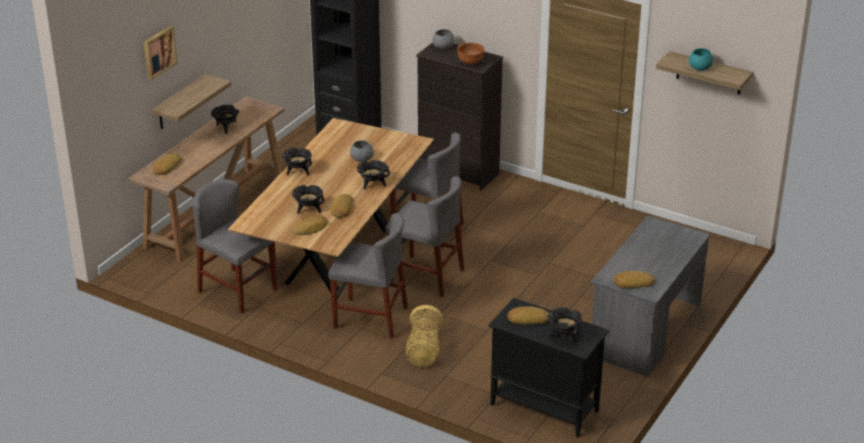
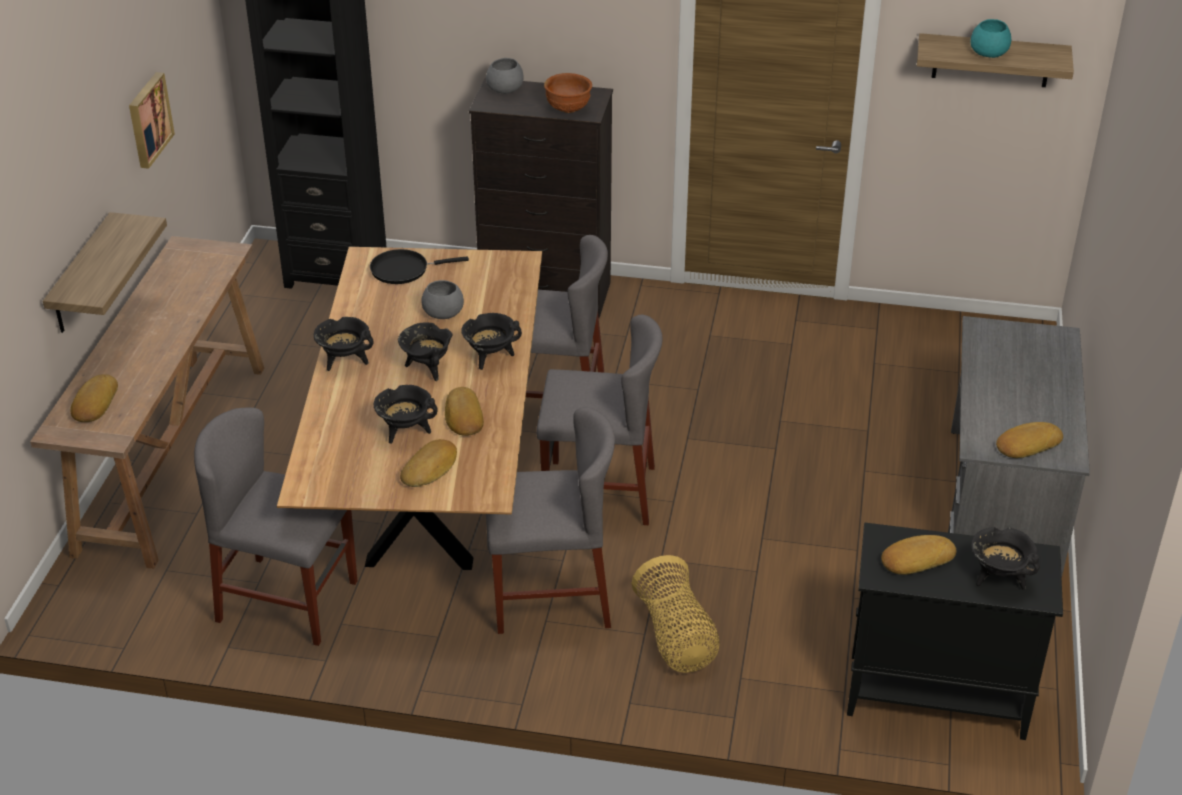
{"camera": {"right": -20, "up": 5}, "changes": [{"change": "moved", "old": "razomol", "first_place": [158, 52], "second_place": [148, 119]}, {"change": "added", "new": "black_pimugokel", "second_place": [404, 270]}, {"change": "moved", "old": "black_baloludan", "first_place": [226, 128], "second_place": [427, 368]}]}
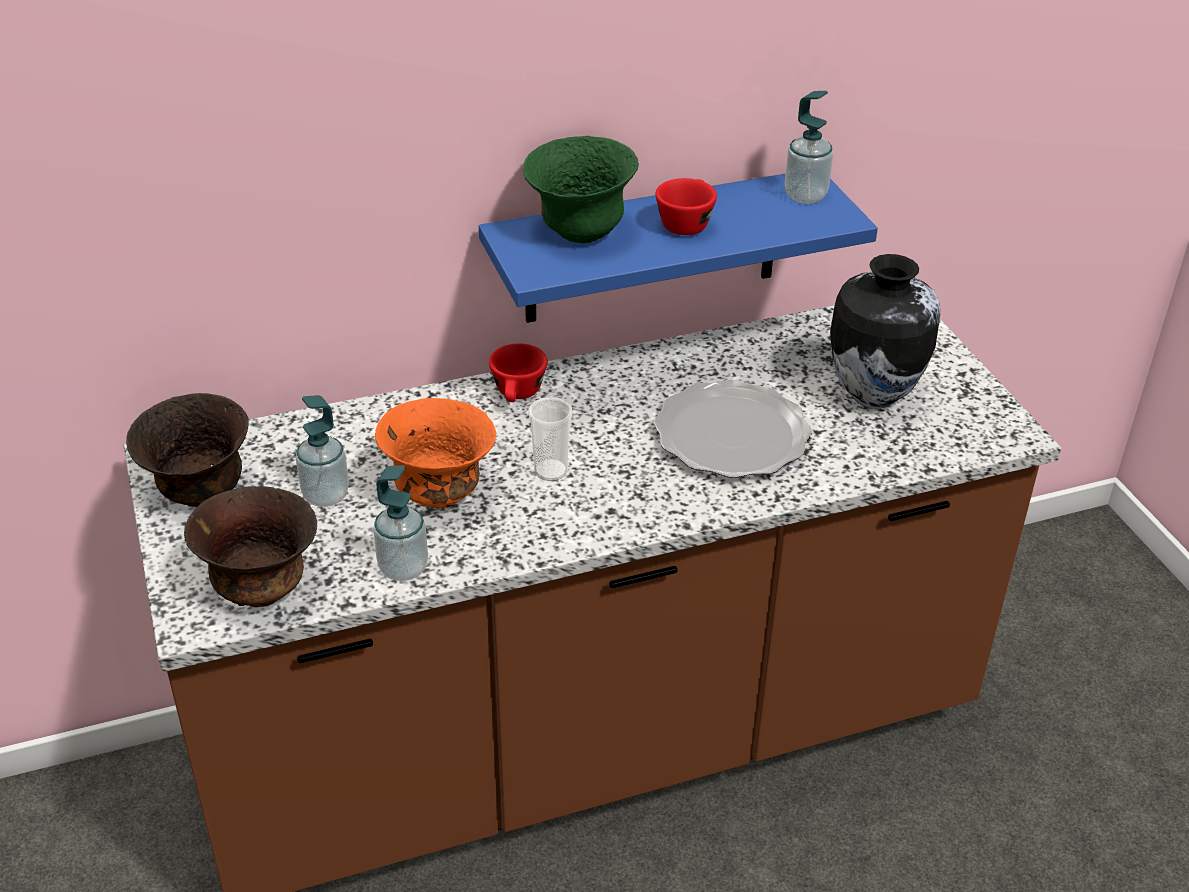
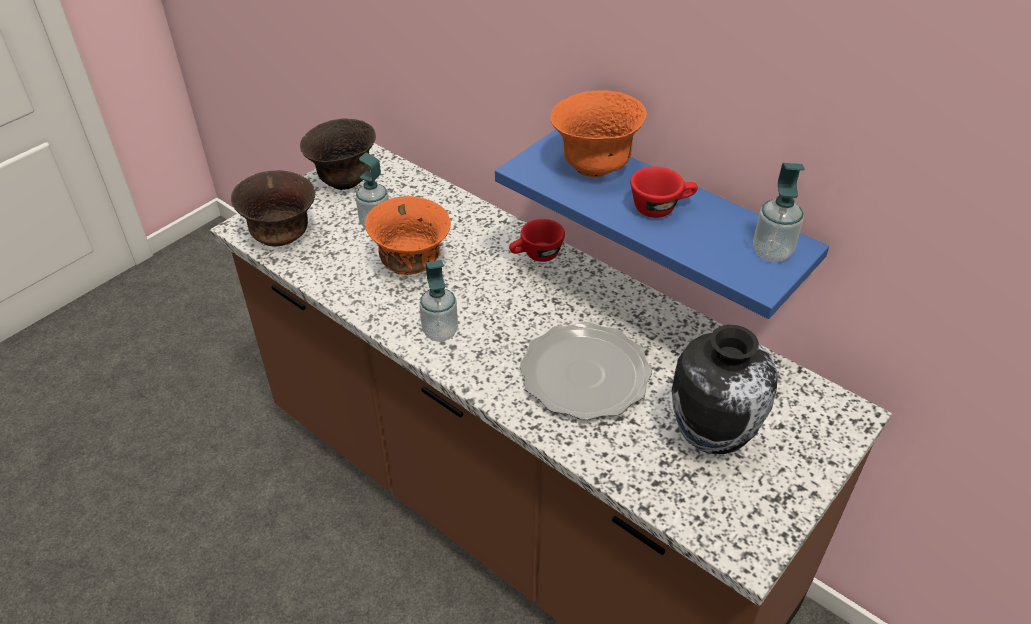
{"camera": {"right": 60, "up": 5}, "changes": [{"change": "moved", "old": "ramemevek", "first_place": [403, 568], "second_place": [440, 332]}, {"change": "recoloured", "old": "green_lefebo", "new": "orange_lefebo", "first_place": [580, 232], "second_place": [594, 167]}, {"change": "removed", "old": "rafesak", "first_place": [550, 471]}]}
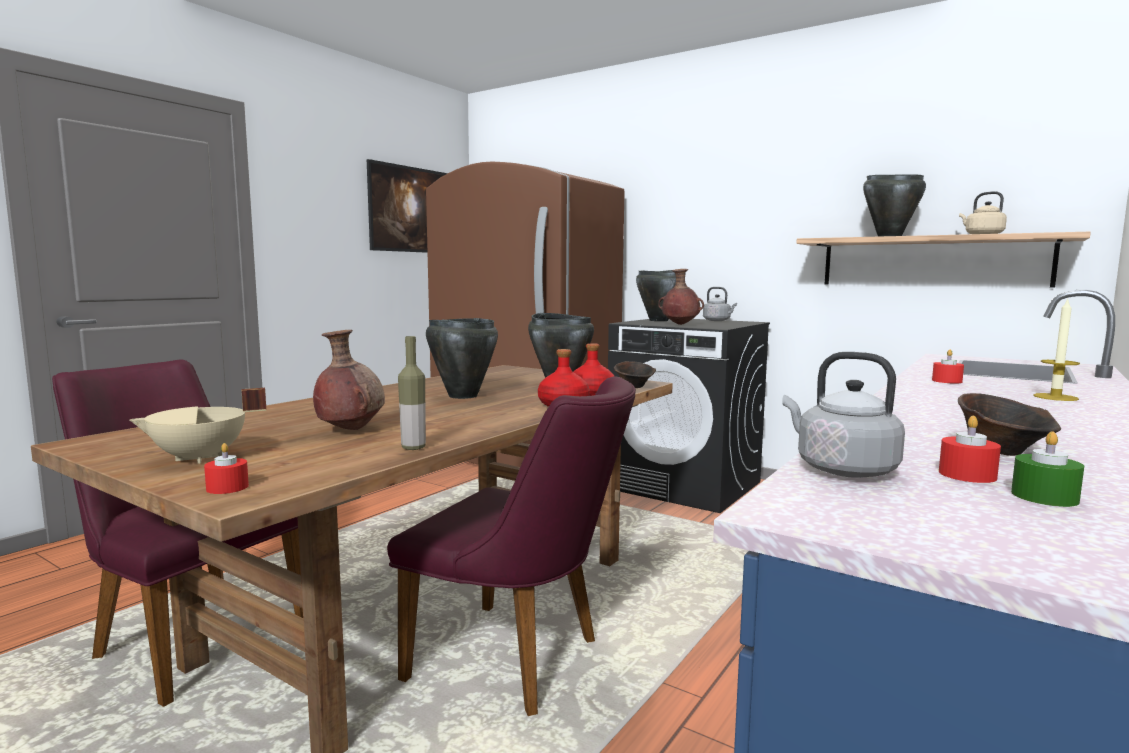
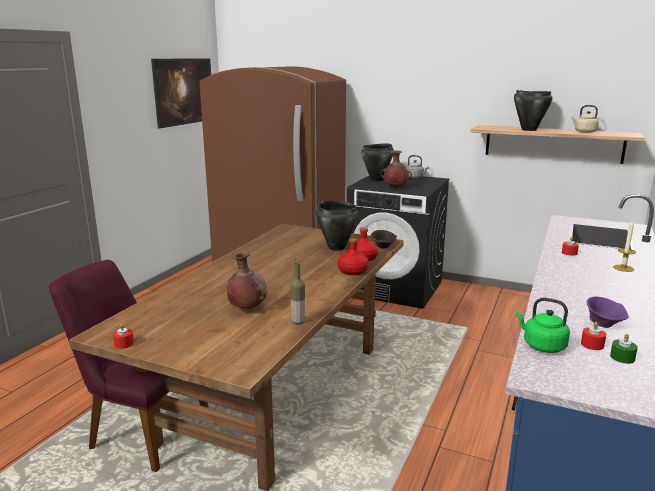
{"camera": {"right": -10, "up": 10}, "changes": [{"change": "moved", "old": "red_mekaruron", "first_place": [227, 487], "second_place": [124, 344]}, {"change": "recoloured", "old": "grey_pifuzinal", "new": "green_pifuzinal", "first_place": [841, 469], "second_place": [542, 346]}, {"change": "recoloured", "old": "brown_lefebo", "new": "purple_lefebo", "first_place": [1002, 452], "second_place": [603, 324]}, {"change": "removed", "old": "beige_baloludan", "first_place": [200, 458]}, {"change": "removed", "old": "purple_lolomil", "first_place": [520, 663]}, {"change": "removed", "old": "black_baloludan", "first_place": [462, 396]}]}
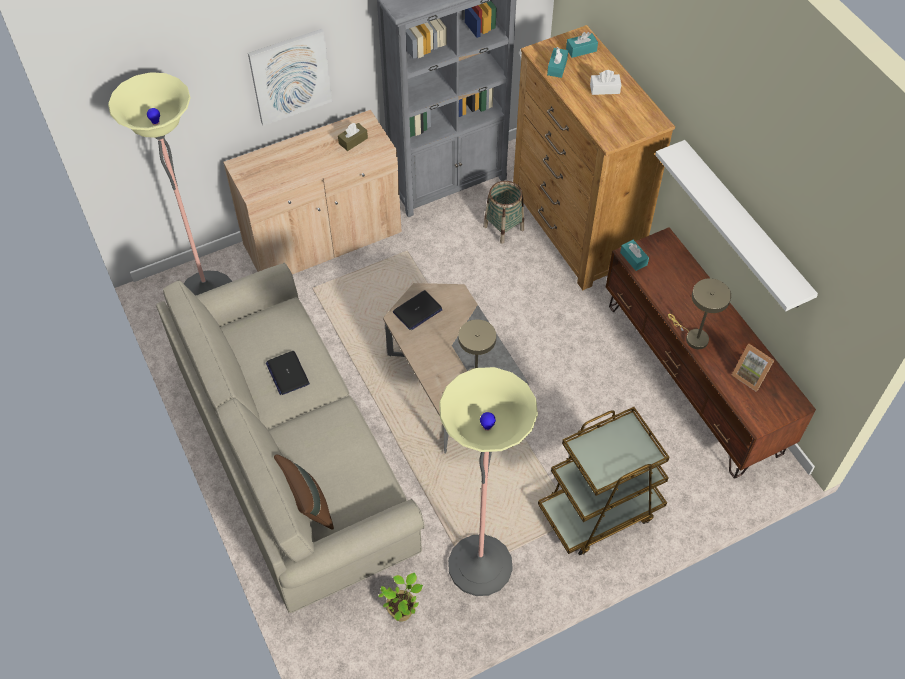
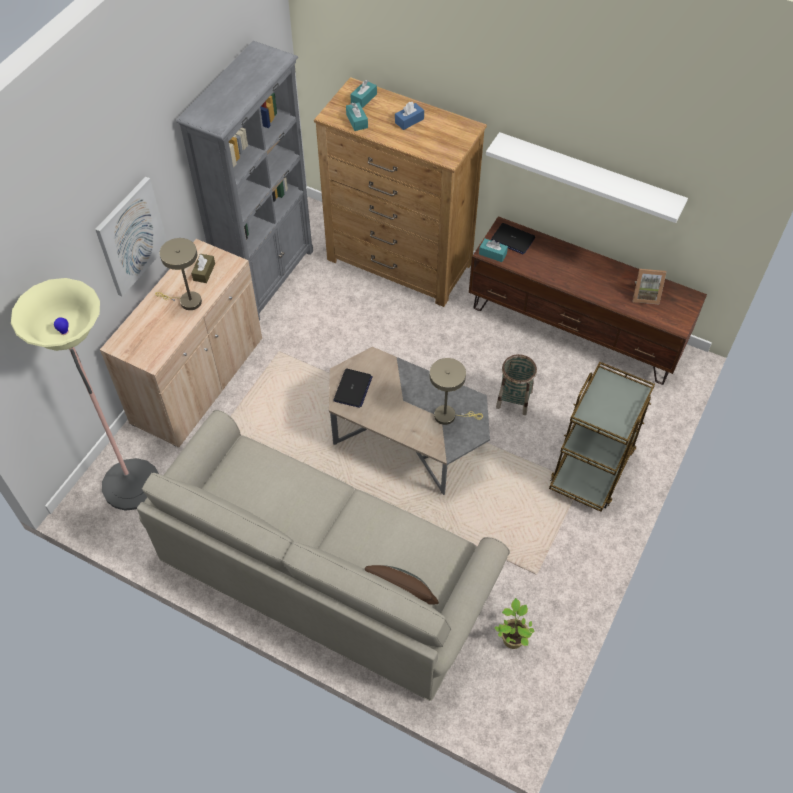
{"camera": {"right": -35, "up": 0}, "changes": [{"change": "moved", "old": "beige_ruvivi", "first_place": [693, 337], "second_place": [186, 301]}, {"change": "recoloured", "old": "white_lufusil", "new": "blue_lufusil", "first_place": [604, 89], "second_place": [409, 121]}, {"change": "moved", "old": "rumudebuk", "first_place": [287, 373], "second_place": [512, 239]}, {"change": "moved", "old": "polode", "first_place": [503, 228], "second_place": [514, 399]}, {"change": "removed", "old": "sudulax", "first_place": [480, 565]}]}
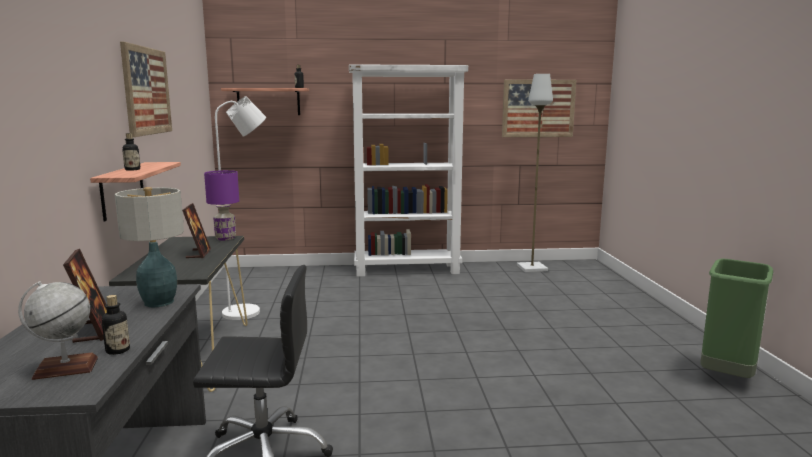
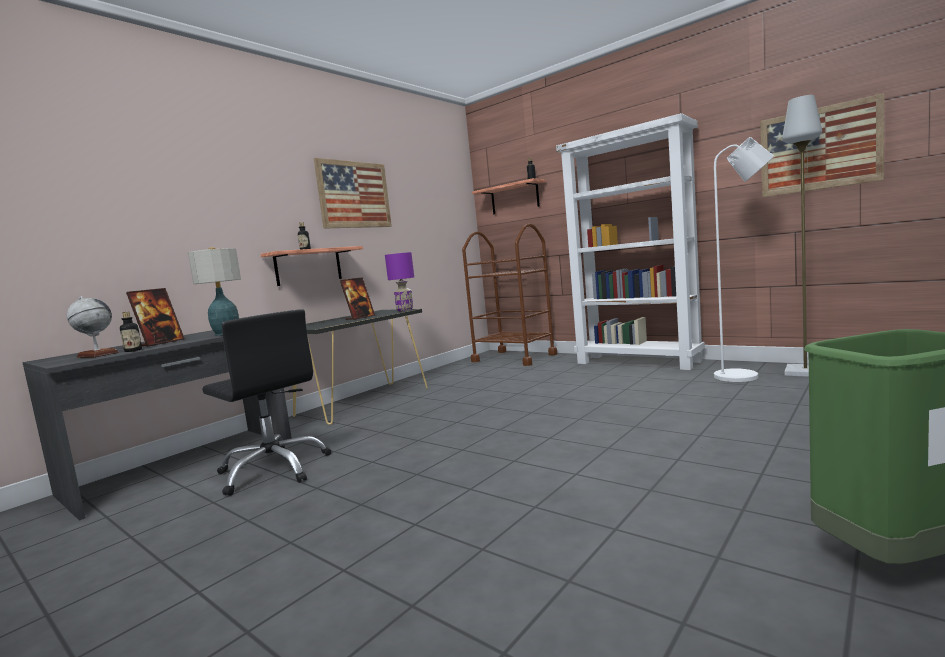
{"camera": {"right": 45, "up": -5}, "changes": [{"change": "added", "new": "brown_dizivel", "second_place": [514, 358]}, {"change": "moved", "old": "white_sudulax", "first_place": [248, 312], "second_place": [744, 376]}]}
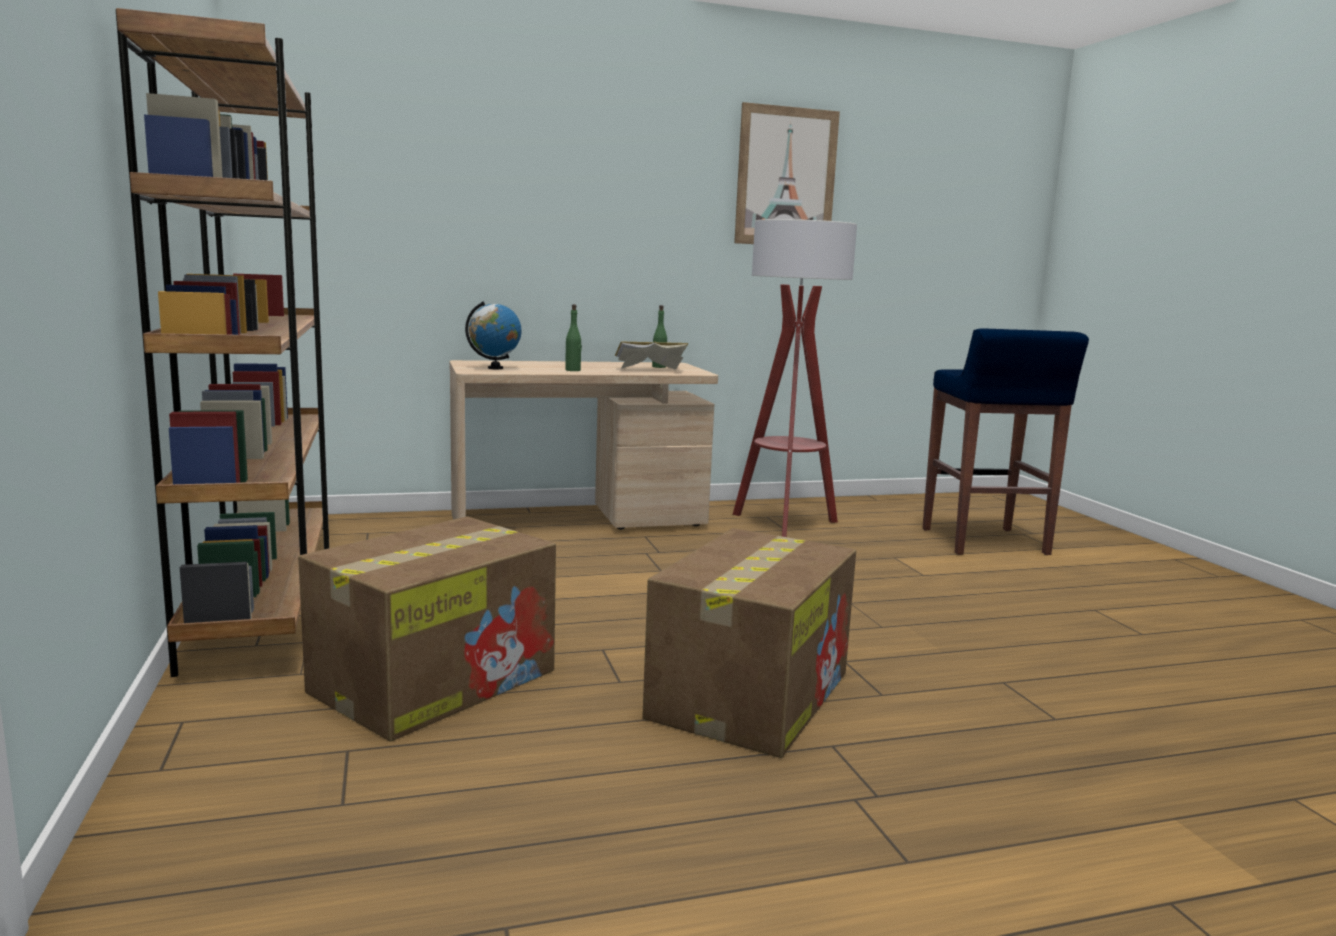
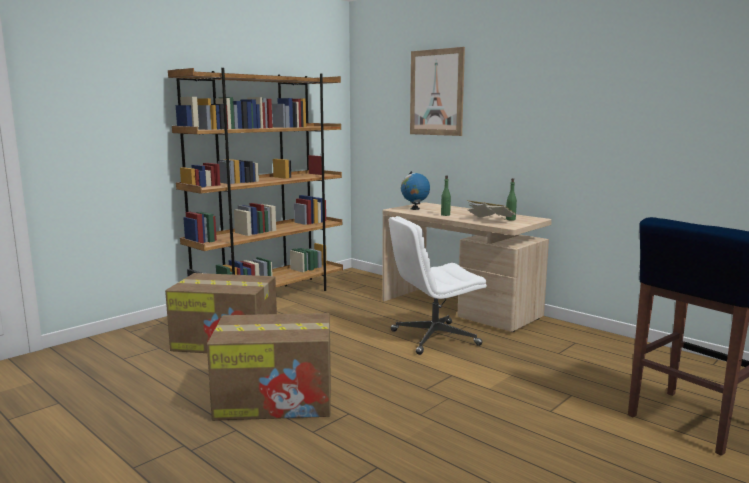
{"camera": {"right": 60, "up": 0}, "changes": [{"change": "added", "new": "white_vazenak", "second_place": [433, 338]}, {"change": "moved", "old": "razomol", "first_place": [786, 177], "second_place": [436, 92]}, {"change": "removed", "old": "sudulax", "first_place": [784, 526]}]}
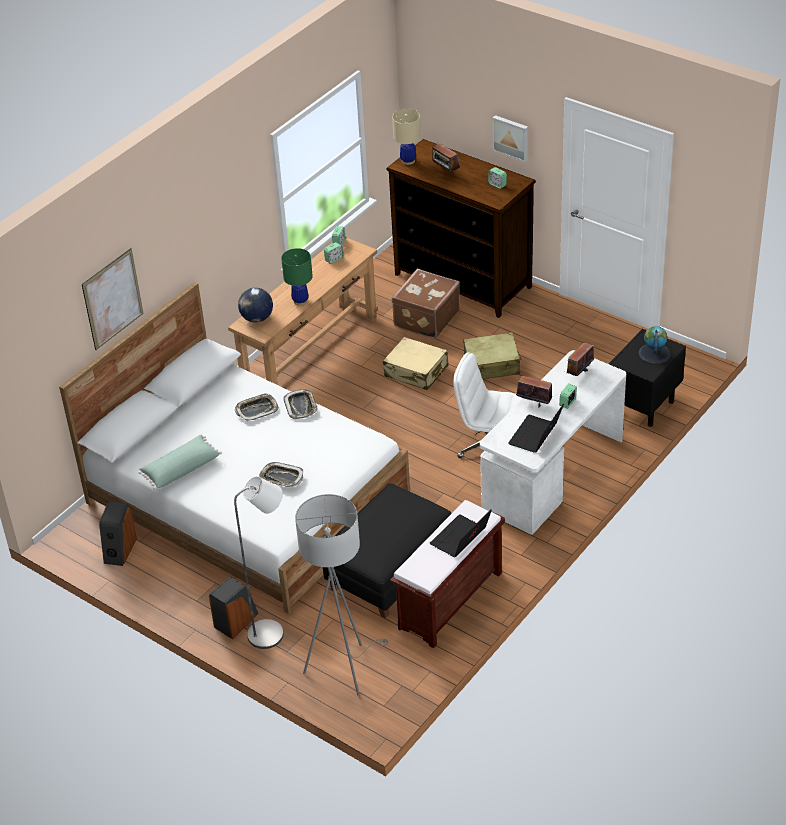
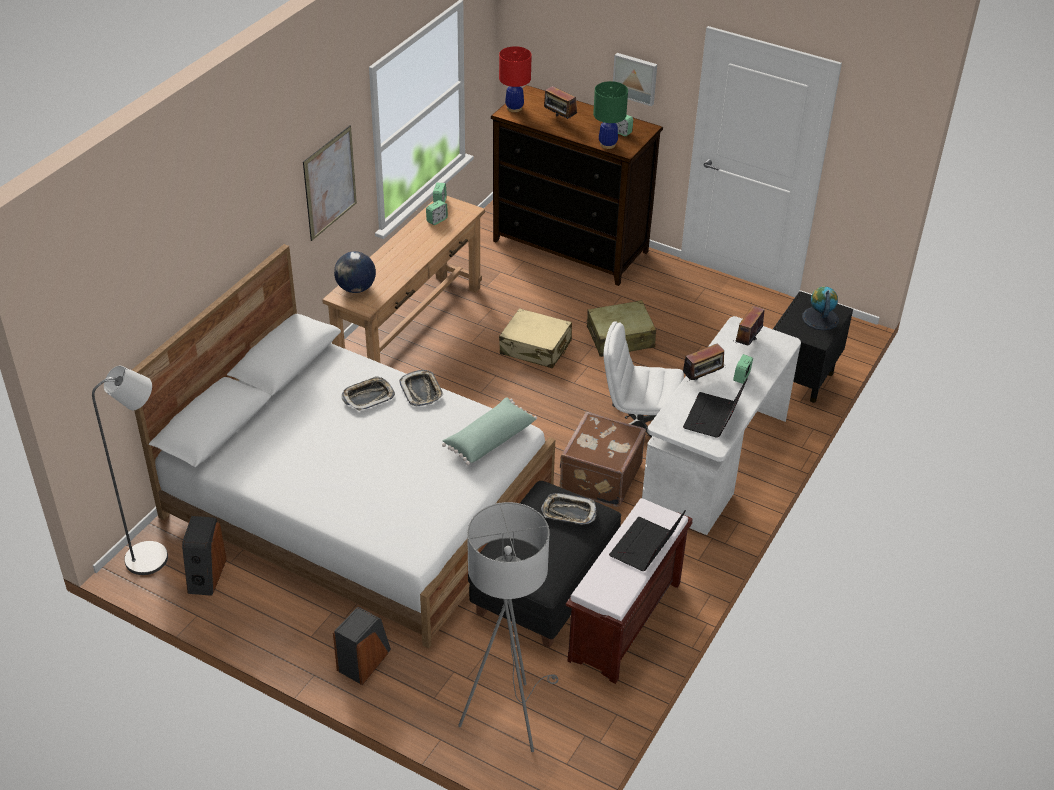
{"camera": {"right": -10, "up": 0}, "changes": [{"change": "moved", "old": "grey_sudulax", "first_place": [272, 632], "second_place": [155, 556]}, {"change": "moved", "old": "razomol", "first_place": [112, 299], "second_place": [330, 183]}, {"change": "moved", "old": "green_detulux", "first_place": [180, 469], "second_place": [489, 439]}, {"change": "recoloured", "old": "beige_ruvivi", "new": "red_ruvivi", "first_place": [408, 161], "second_place": [514, 108]}, {"change": "moved", "old": "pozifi", "first_place": [281, 477], "second_place": [568, 512]}, {"change": "moved", "old": "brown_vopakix", "first_place": [425, 318], "second_place": [599, 477]}, {"change": "moved", "old": "green_ruvivi", "first_place": [300, 301], "second_place": [607, 144]}, {"change": "turned", "old": "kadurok", "first_place": [534, 403], "second_place": [702, 379], "degrees": 135}]}
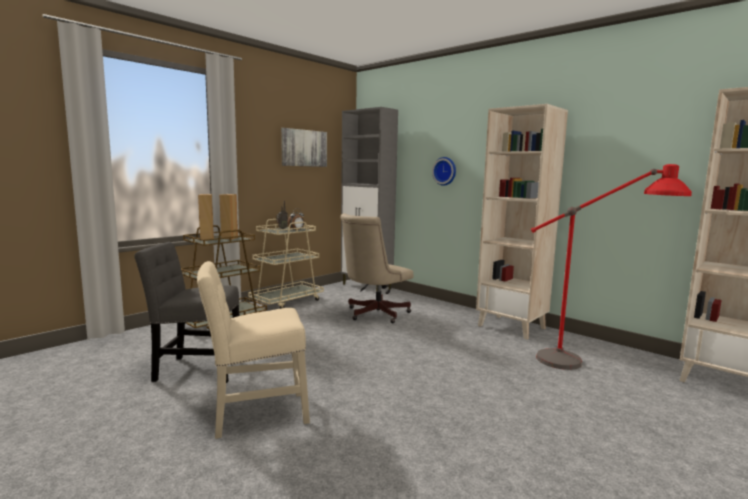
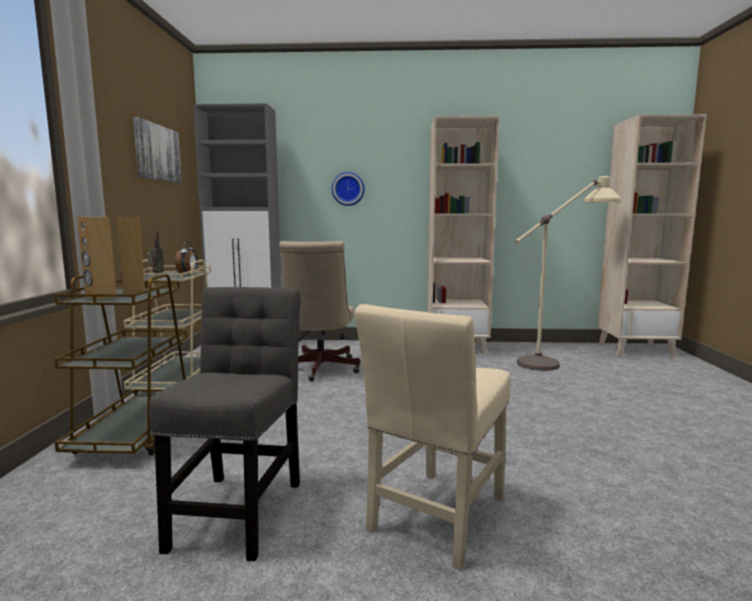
{"camera": {"right": -40, "up": 0}, "changes": [{"change": "turned", "old": "grey_lolomil", "first_place": [195, 370], "second_place": [239, 509], "degrees": 135}, {"change": "recoloured", "old": "red_sudulax", "new": "beige_sudulax", "first_place": [592, 364], "second_place": [559, 360]}]}
